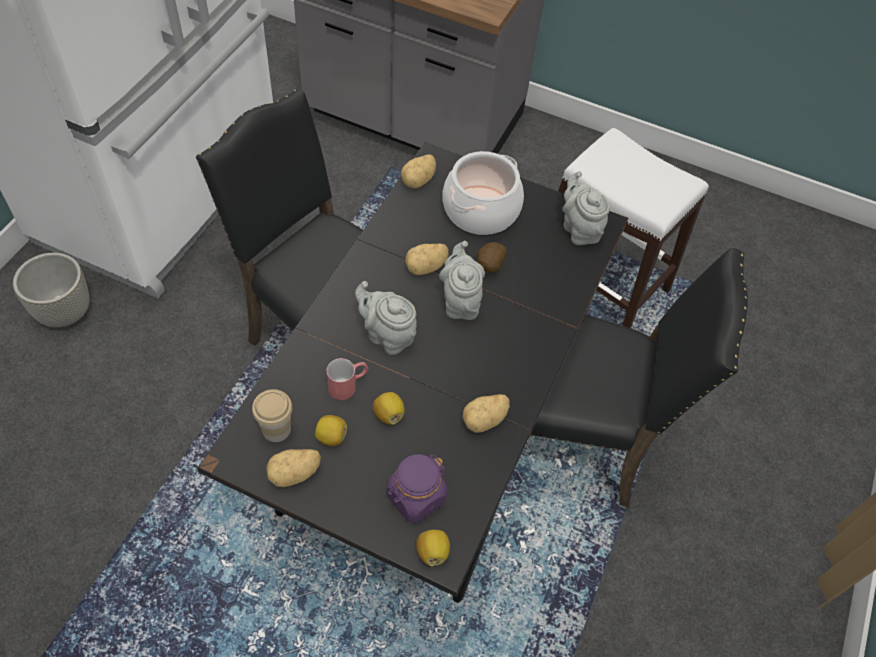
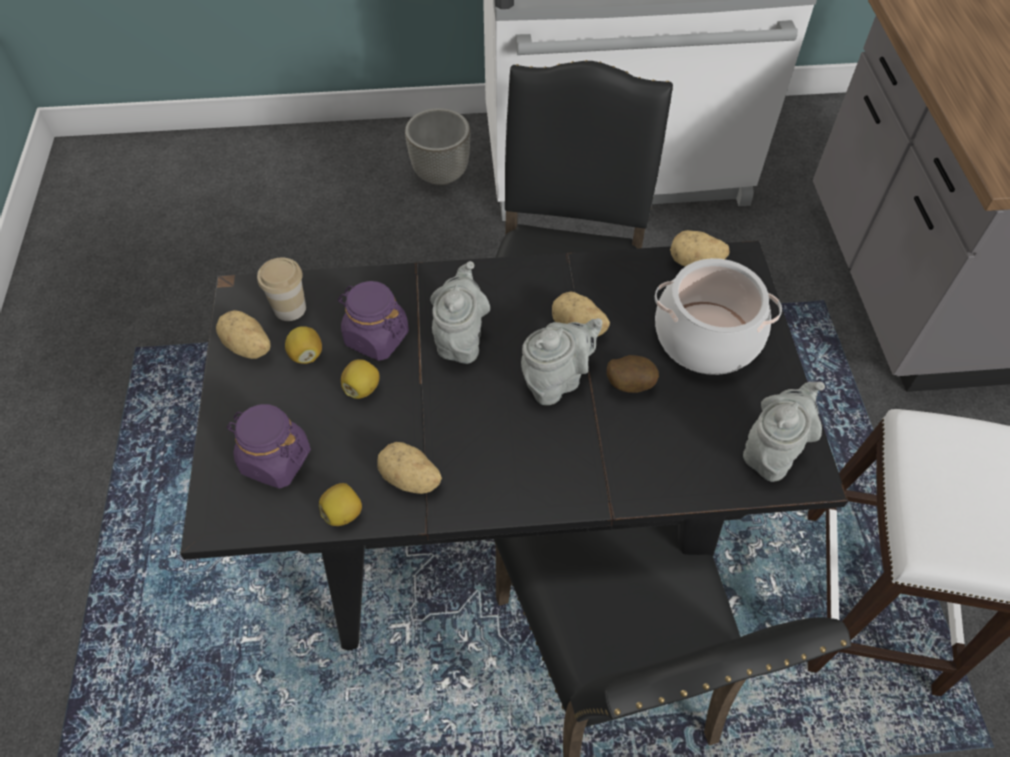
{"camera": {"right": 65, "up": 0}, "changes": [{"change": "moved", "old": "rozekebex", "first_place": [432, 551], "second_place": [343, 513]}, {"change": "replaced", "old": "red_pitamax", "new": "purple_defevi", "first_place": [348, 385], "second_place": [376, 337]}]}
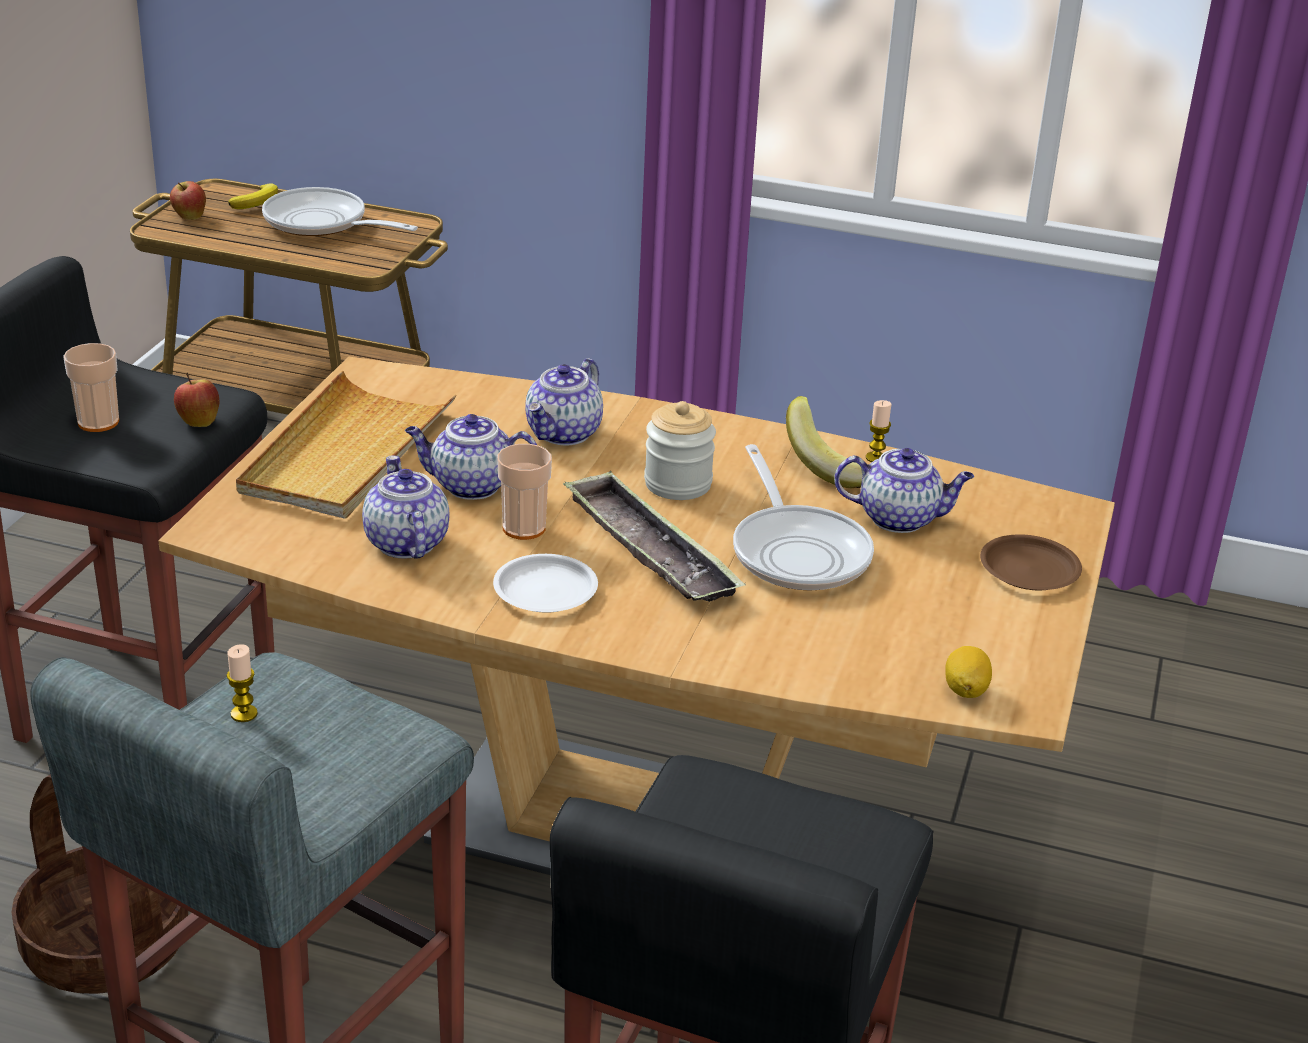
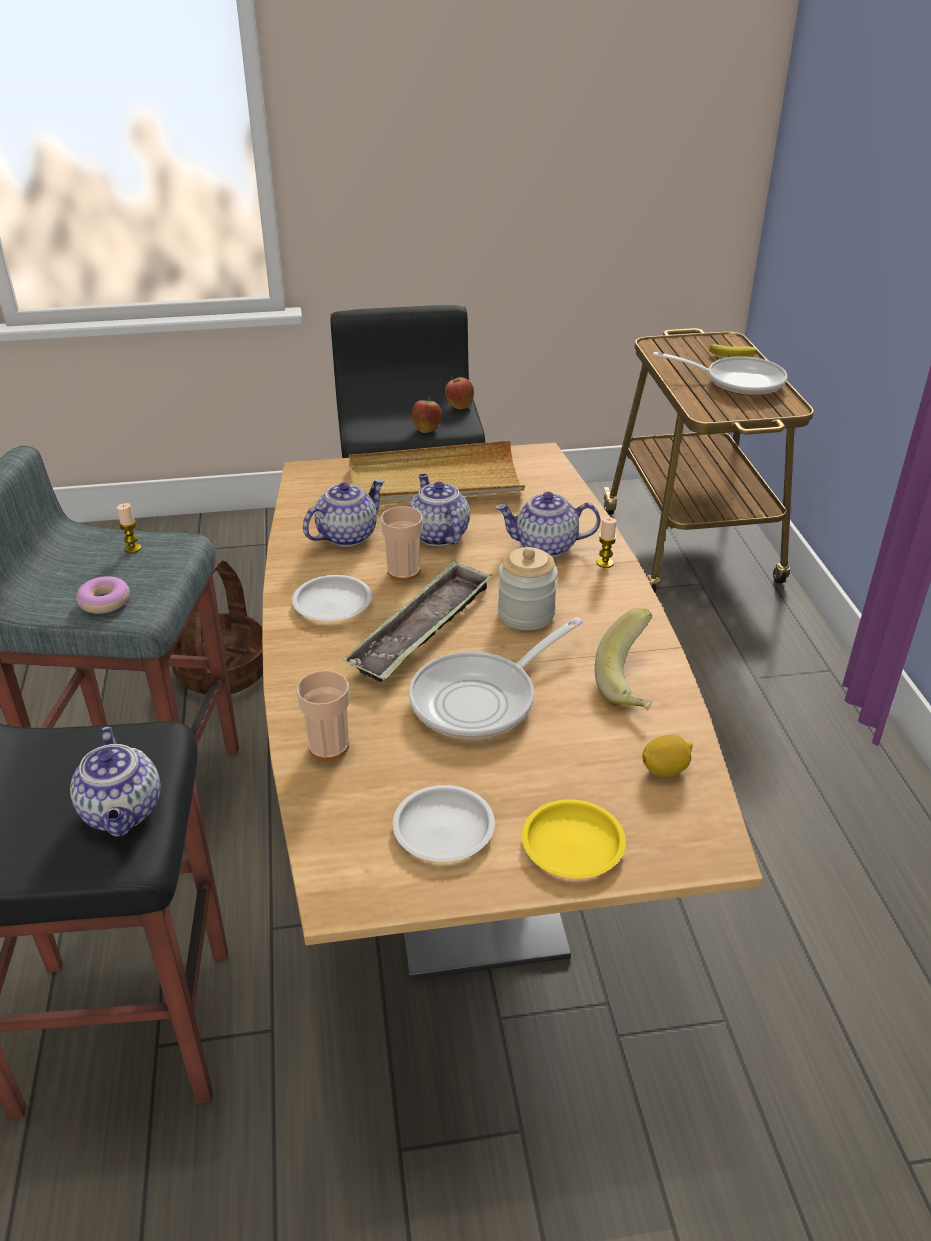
{"camera": {"right": 65, "up": 5}, "changes": [{"change": "moved", "old": "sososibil", "first_place": [900, 518], "second_place": [123, 812]}, {"change": "added", "new": "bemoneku", "second_place": [105, 601]}, {"change": "moved", "old": "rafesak", "first_place": [98, 422], "second_place": [328, 746]}, {"change": "added", "new": "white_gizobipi", "second_place": [444, 828]}, {"change": "moved", "old": "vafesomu", "first_place": [189, 217], "second_place": [459, 406]}, {"change": "recoloured", "old": "brown_gizobipi", "new": "yellow_gizobipi", "first_place": [1028, 569], "second_place": [573, 843]}, {"change": "moved", "old": "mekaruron", "first_place": [876, 458], "second_place": [605, 563]}, {"change": "moved", "old": "rozekebex", "first_place": [965, 690], "second_place": [665, 769]}, {"change": "turned", "old": "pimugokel", "first_place": [322, 223], "second_place": [737, 381], "degrees": 105}]}
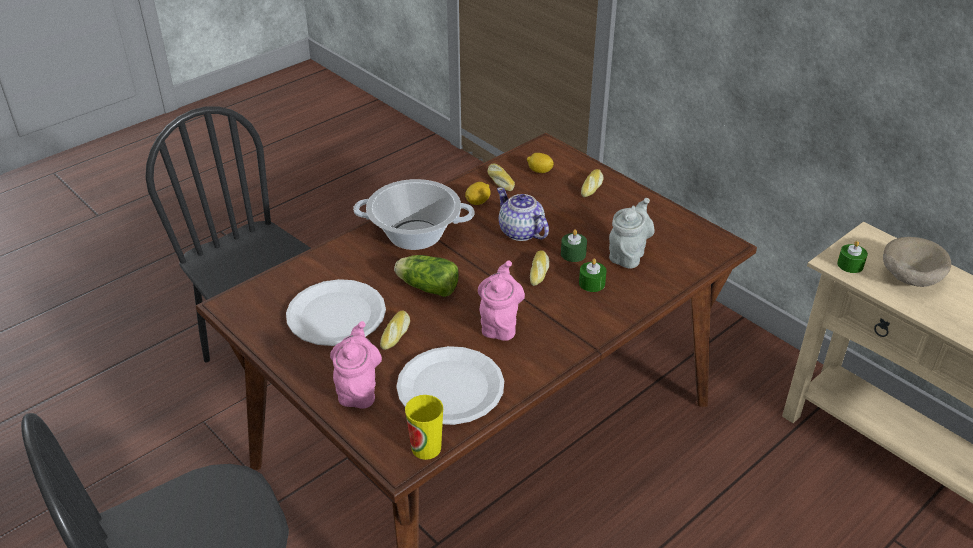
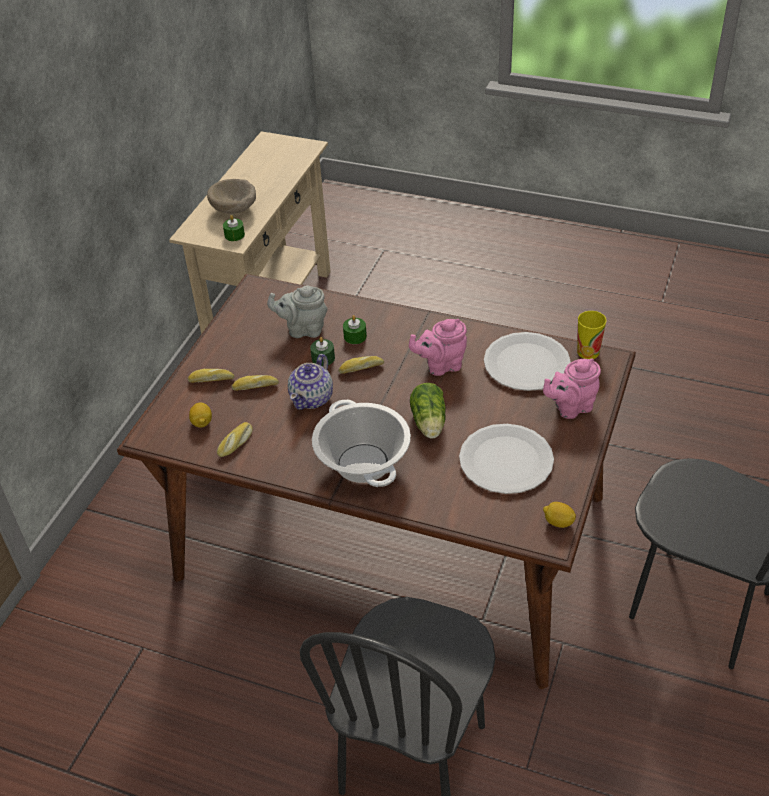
{"camera": {"right": -115, "up": 5}, "changes": [{"change": "moved", "old": "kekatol", "first_place": [396, 334], "second_place": [255, 386]}, {"change": "moved", "old": "rozekebex", "first_place": [478, 202], "second_place": [558, 522]}]}
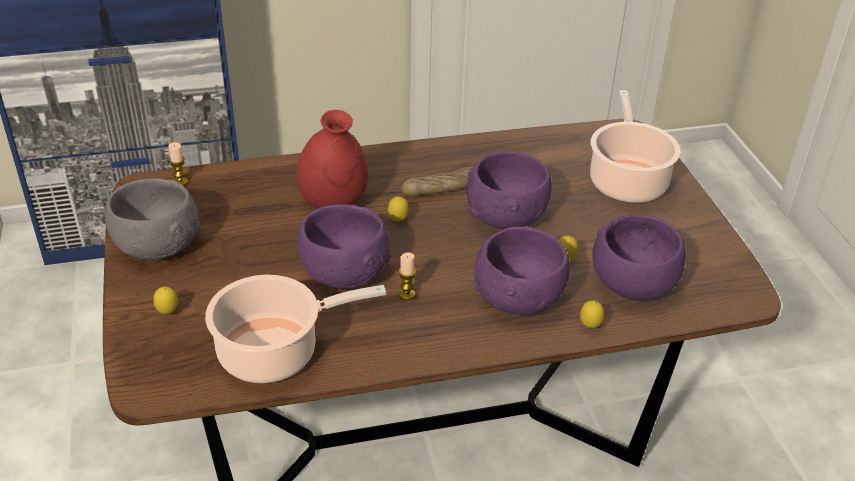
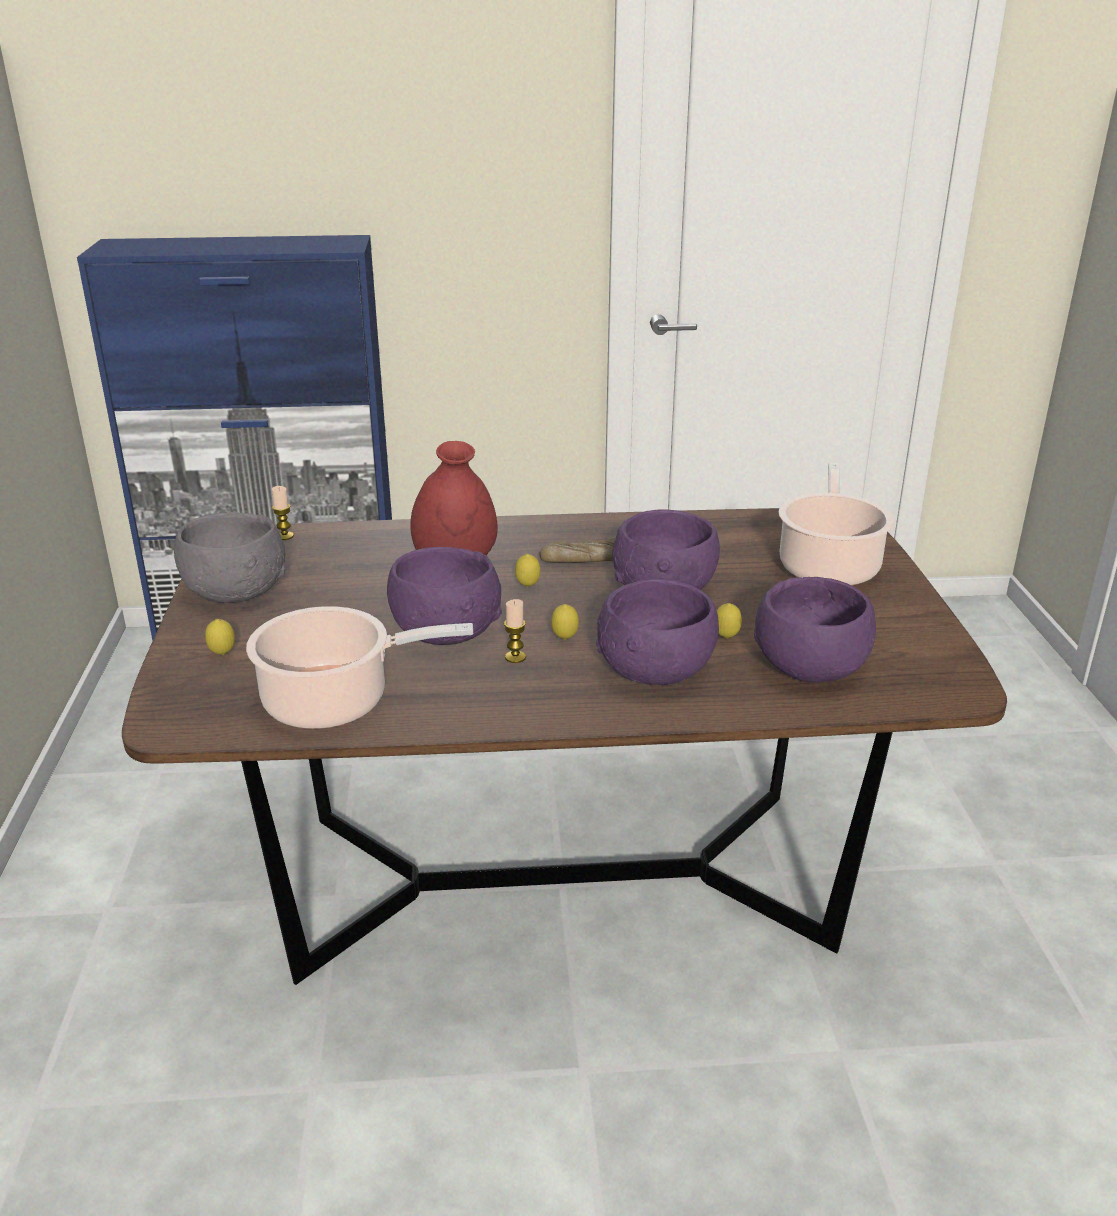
{"camera": {"right": 10, "up": -10}, "changes": [{"change": "moved", "old": "rozekebex", "first_place": [589, 326], "second_place": [564, 639]}]}
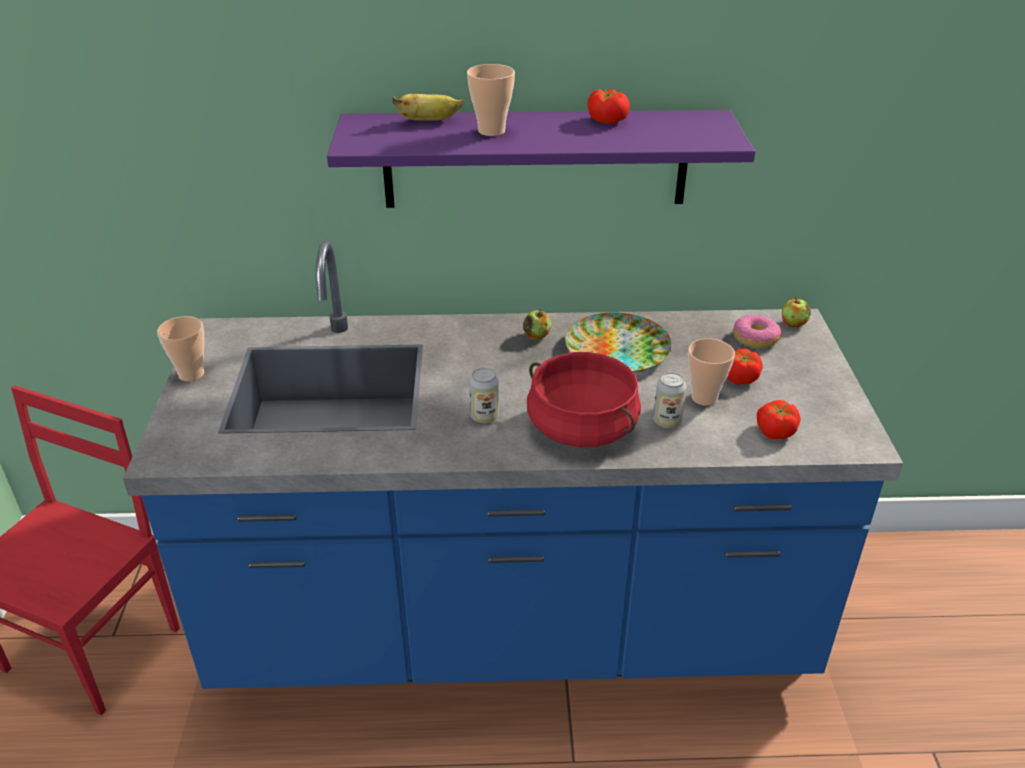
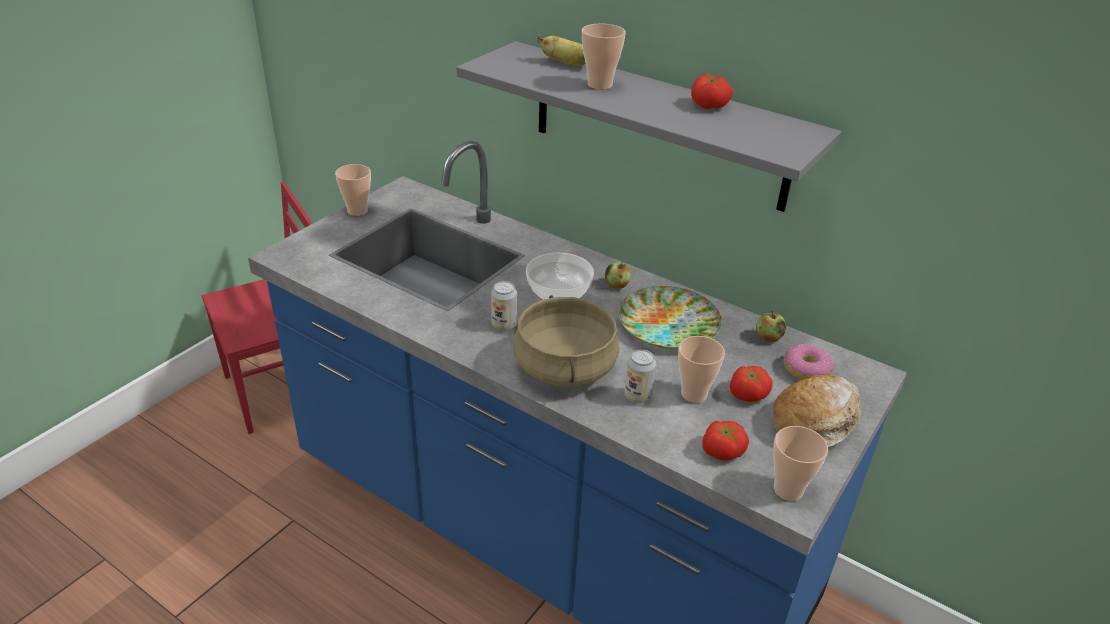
{"camera": {"right": 35, "up": 0}, "changes": [{"change": "recoloured", "old": "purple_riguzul", "new": "grey_riguzul", "first_place": [535, 159], "second_place": [658, 126]}, {"change": "recoloured", "old": "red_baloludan", "new": "beige_baloludan", "first_place": [581, 428], "second_place": [563, 367]}, {"change": "added", "new": "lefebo", "second_place": [558, 292]}, {"change": "moved", "old": "vafesomu", "first_place": [793, 323], "second_place": [768, 337]}, {"change": "added", "new": "kekatol", "second_place": [815, 422]}, {"change": "added", "new": "rafesak", "second_place": [788, 490]}]}
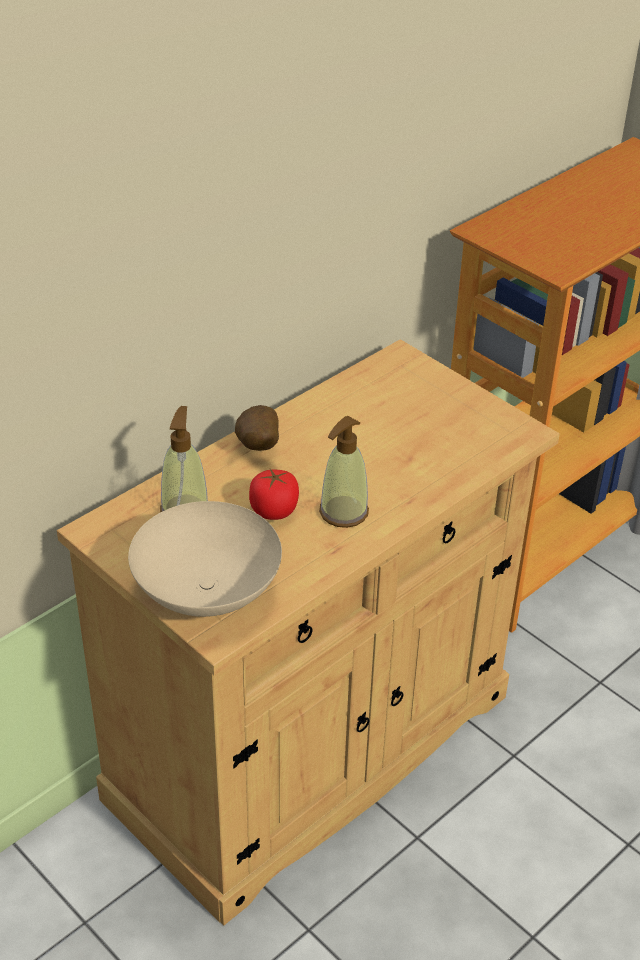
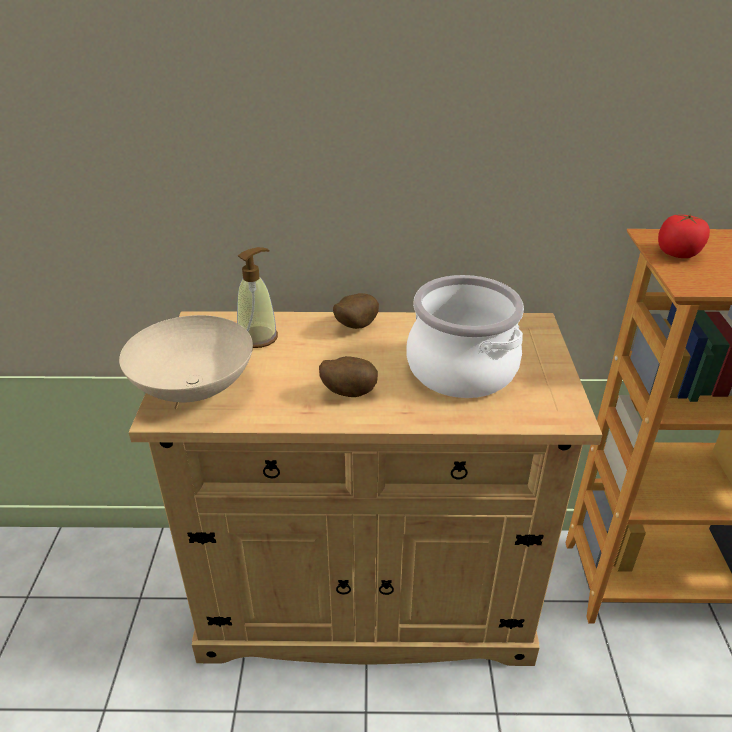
{"camera": {"right": 45, "up": -5}, "changes": [{"change": "replaced", "old": "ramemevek", "new": "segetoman", "first_place": [343, 512], "second_place": [348, 392]}, {"change": "added", "new": "baloludan", "second_place": [460, 370]}, {"change": "moved", "old": "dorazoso", "first_place": [274, 510], "second_place": [677, 253]}]}
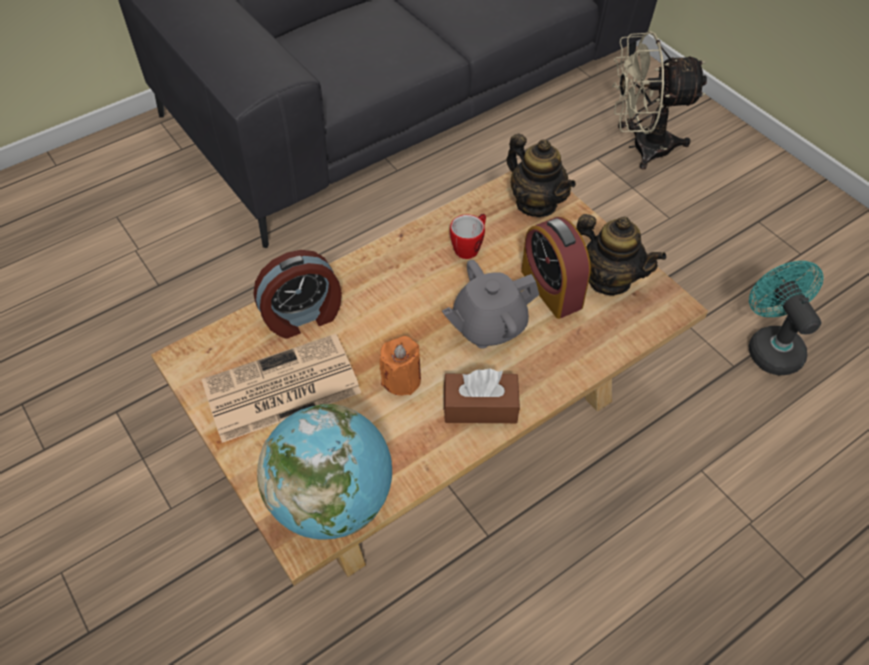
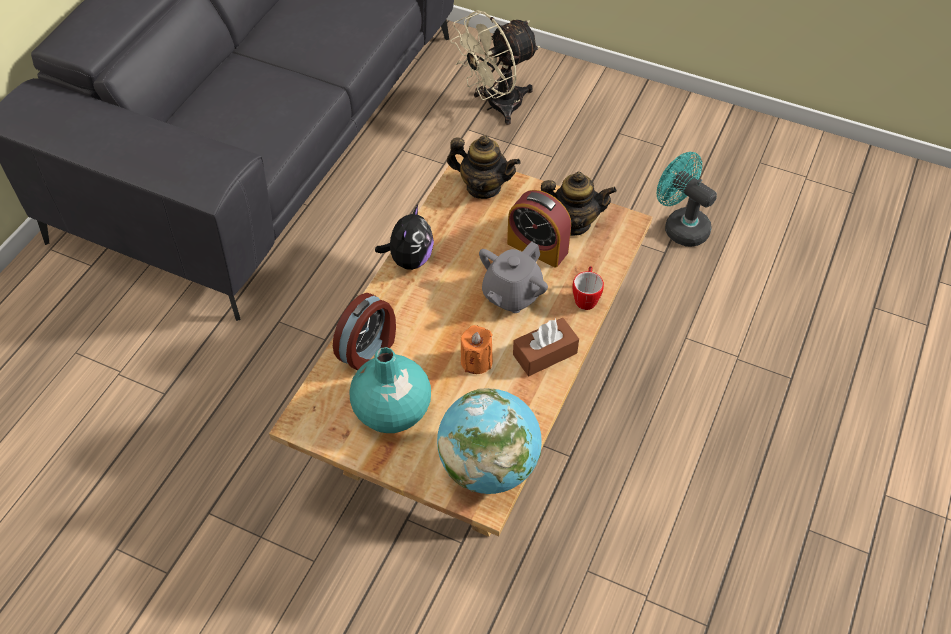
{"camera": {"right": -30, "up": 0}, "changes": [{"change": "replaced", "old": "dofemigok", "new": "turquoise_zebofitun", "first_place": [279, 389], "second_place": [392, 410]}, {"change": "added", "new": "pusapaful", "second_place": [409, 259]}, {"change": "moved", "old": "pitamax", "first_place": [470, 247], "second_place": [586, 297]}]}
